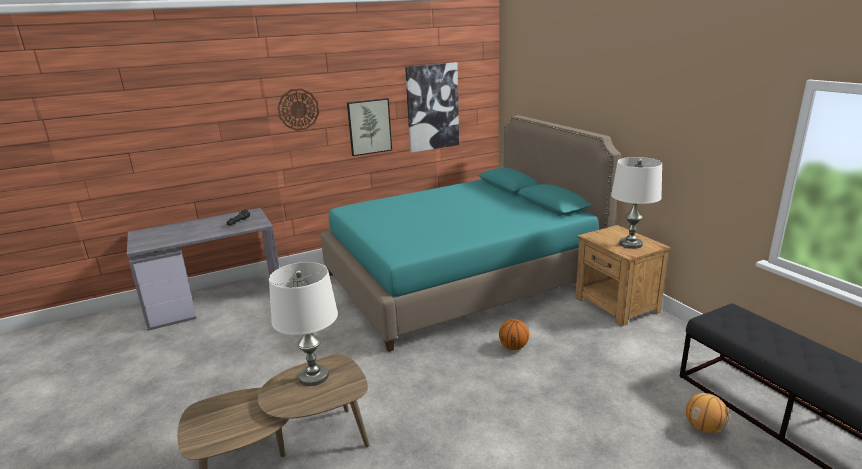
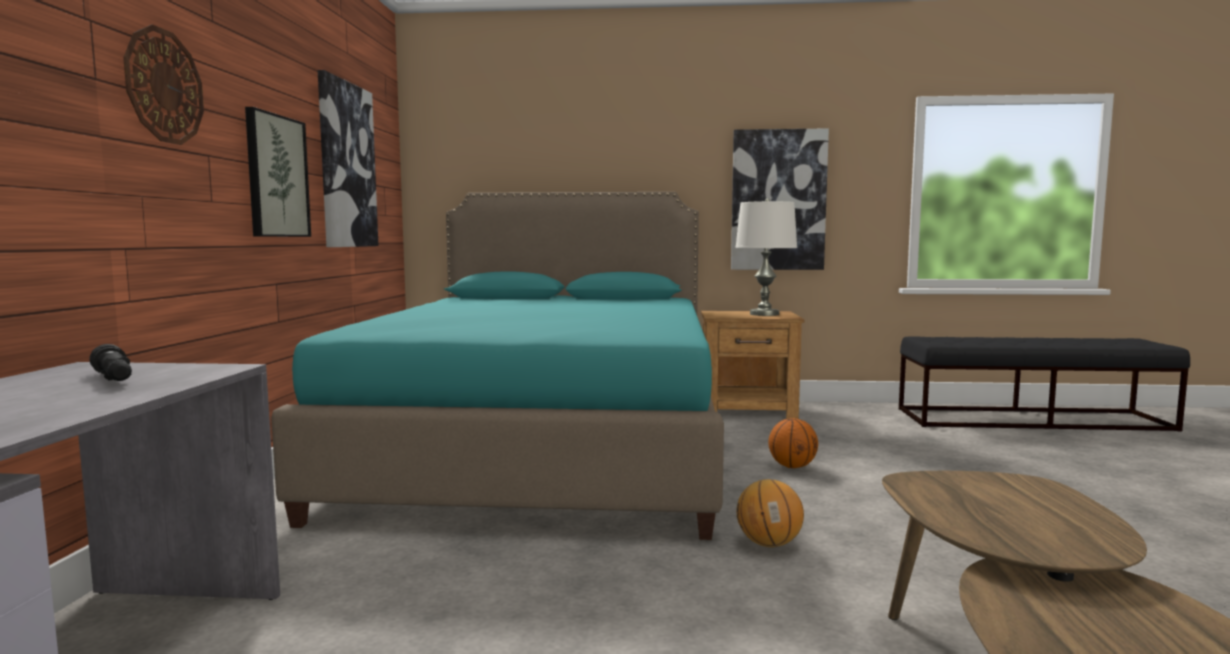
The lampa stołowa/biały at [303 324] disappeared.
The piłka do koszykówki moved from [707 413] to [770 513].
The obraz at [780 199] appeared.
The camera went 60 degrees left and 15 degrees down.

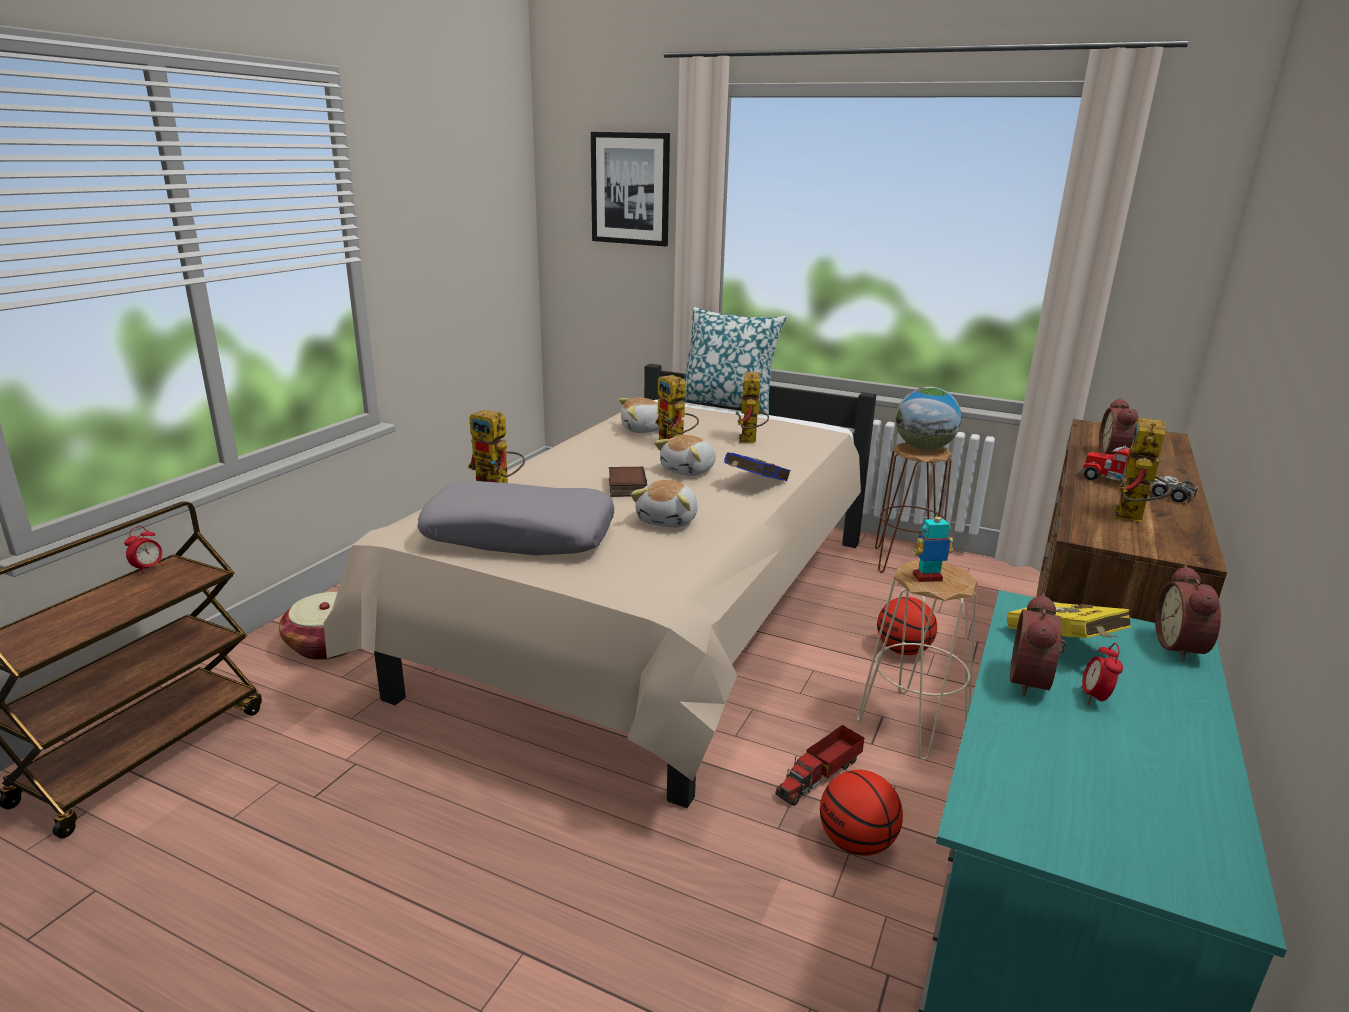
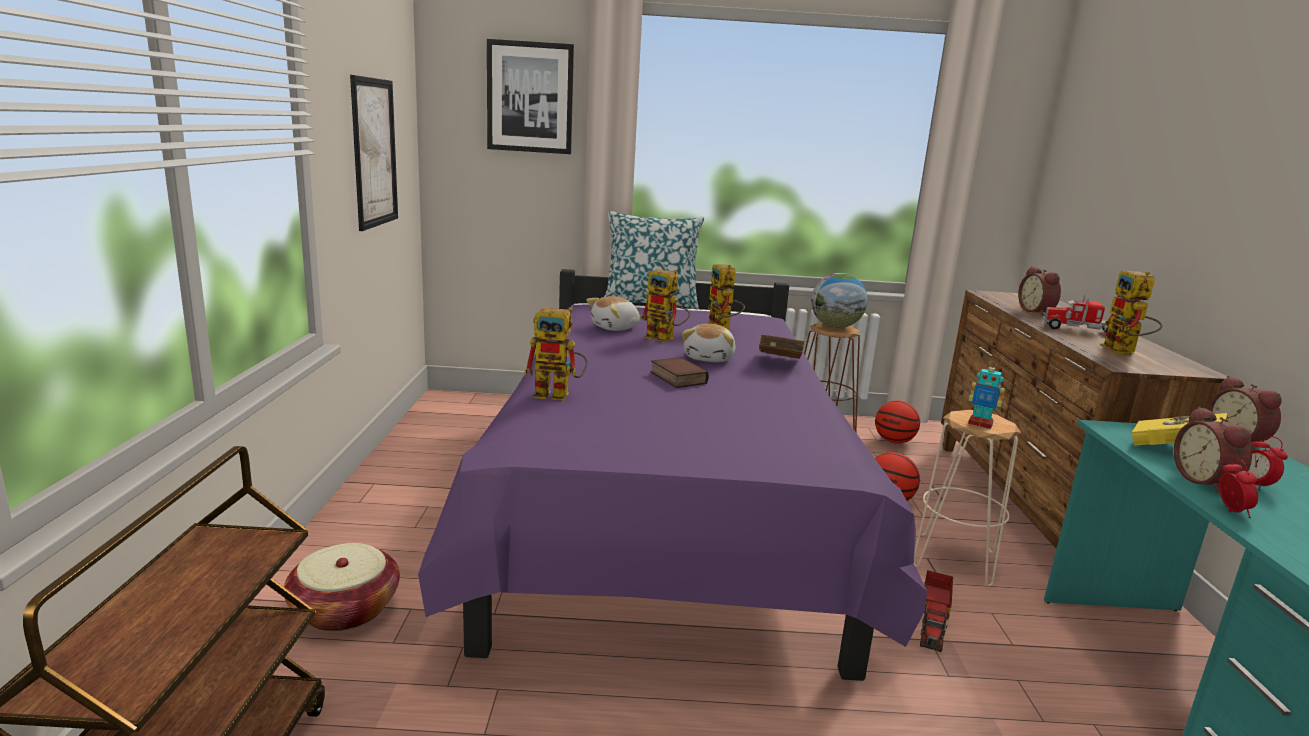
The budzik moved from [143 550] to [1238 488].
The łóżko/beżowy at [600 586] became the łóżko/fioletowy at [672 475].
The poduszka/szary at [516 517] disappeared.
The pluszak at [664 504] disappeared.
The książka/niebieski at [757 466] became the książka/brązowy at [781 347].
The piłka do koszykówki moved from [861 813] to [897 422].
The robot zabawkowy at [933 546] turned 120 degrees counterclockwise.
The obraz at [374 153] appeared.
The camera went 25 degrees left and 5 degrees down.

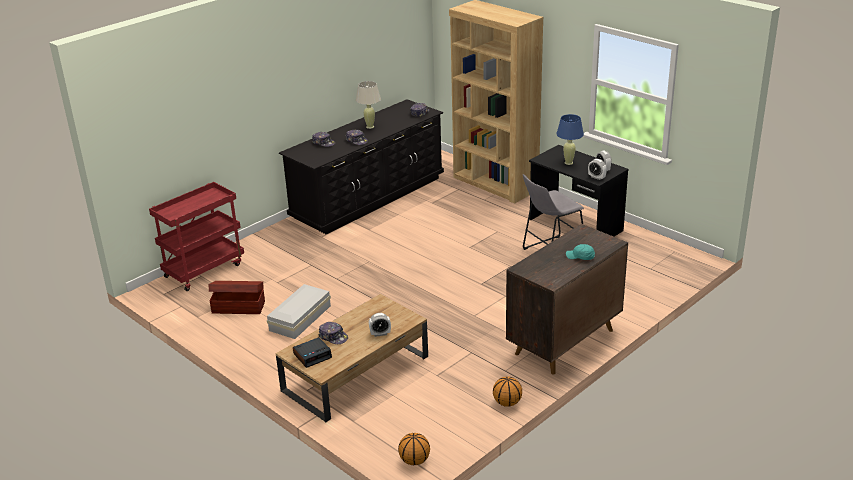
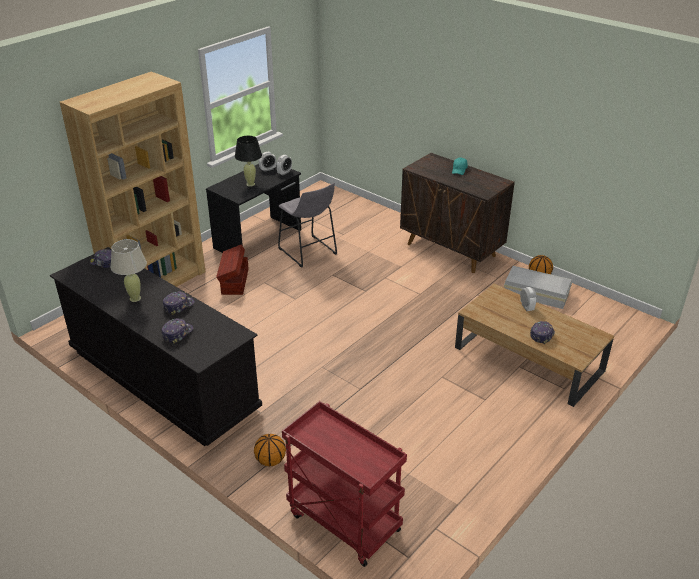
The pojemnik do przechowywania/brązowy moved from [237 297] to [232 269].
The pojemnik do przechowywania/biały moved from [299 311] to [538 287].
The budzik at [312 352] disappeared.
The piłka do koszykówki moved from [414 449] to [270 450].
The lampa stołowa/niebieski at [570 139] became the lampa stołowa/czarny at [248 161].
The camera went 95 degrees left and 5 degrees up.

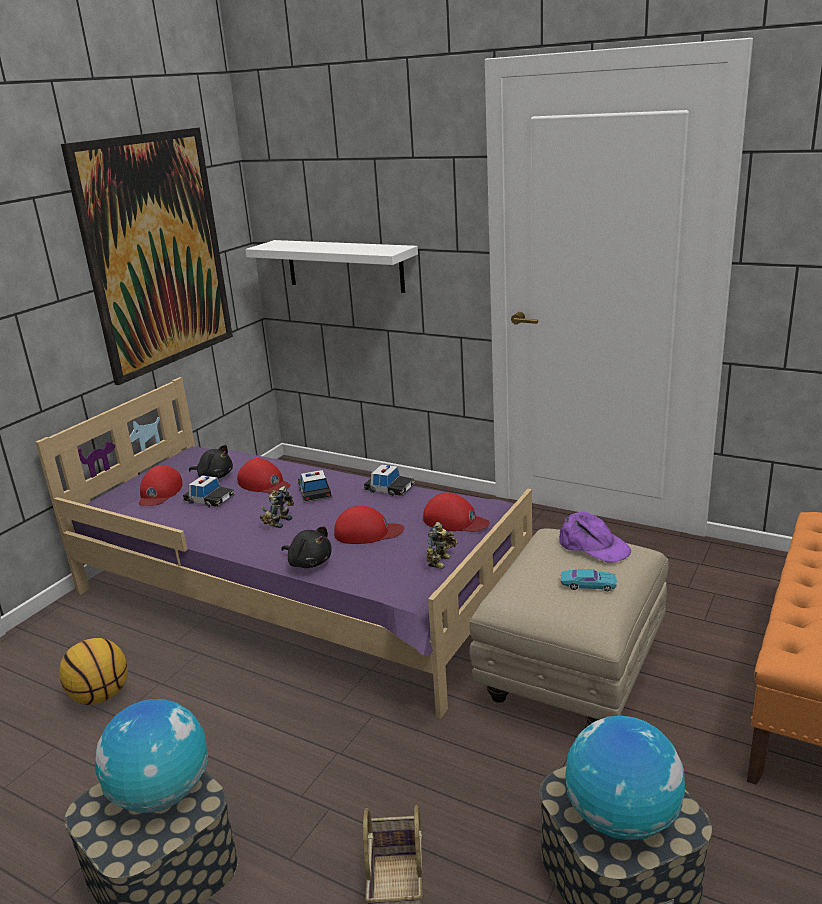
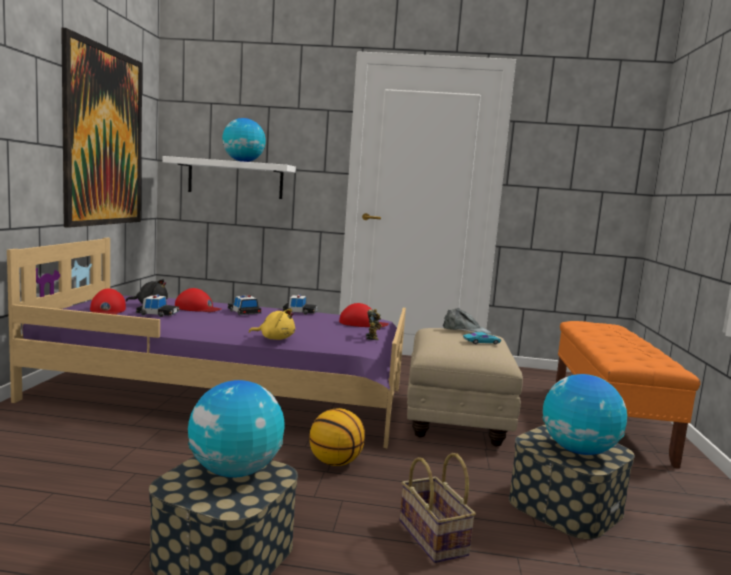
The piłka do koszykówki moved from [93 671] to [337 437].
The robot zabawkowy at [276 507] disappeared.
The pluszak/czarny at [306 547] became the pluszak/żółty at [272 324].
The czapka z daszkiem/czerwony at [369 525] disappeared.
The czapka z daszkiem/fioletowy at [595 537] became the czapka z daszkiem/szary at [467 321].
The globus at [244 140] appeared.
The camera went 25 degrees left and 15 degrees down.

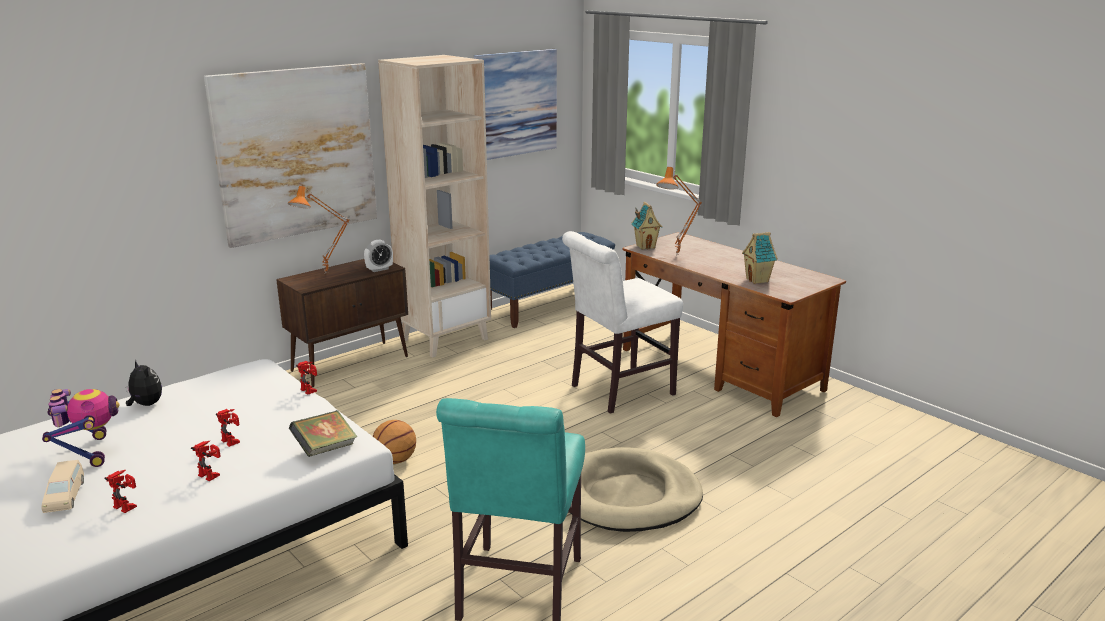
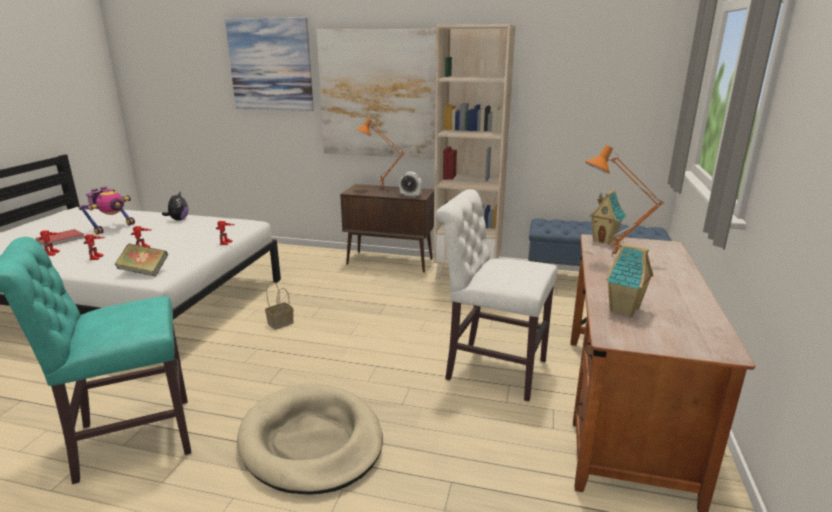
The samochodzik/beżowy at [63 486] was replaced by the książka/czerwony at [60 238].
The piłka do koszykówki at [394 442] was replaced by the koszyk at [279 305].
The obraz moved from [515 104] to [269 64].
The camera went 55 degrees right and 0 degrees up.

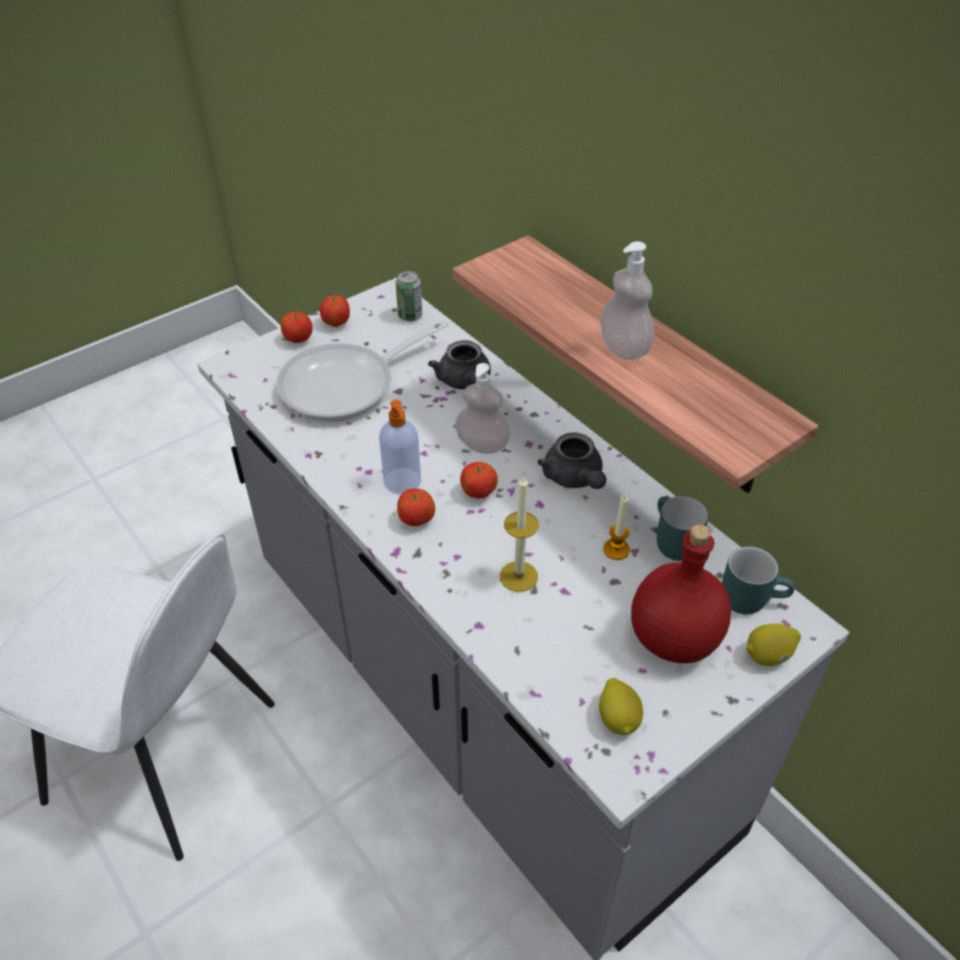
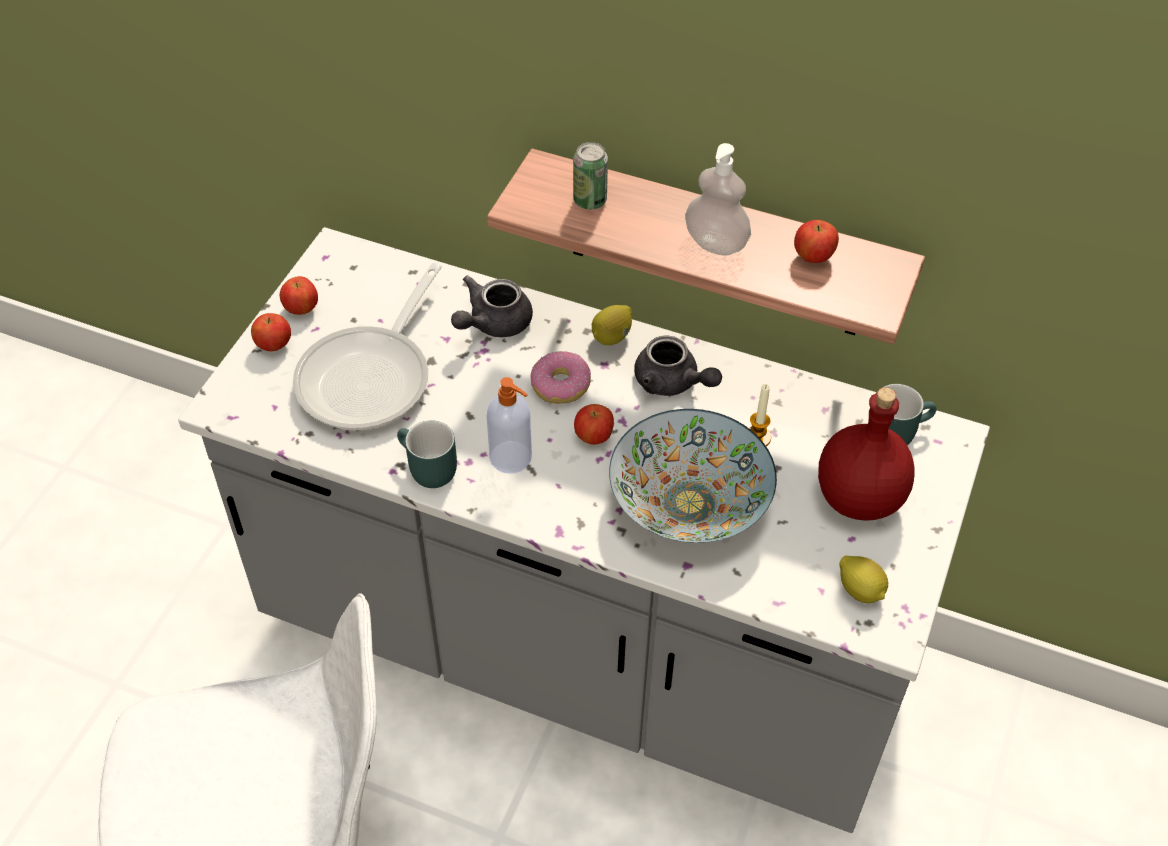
The puszka moved from [409 296] to [590 176].
The jabłko moved from [416 507] to [816 241].
The imbryk/szary at [459 364] turned 90 degrees clockwise.
The dozownik mydła at [483 408] was replaced by the donut at [560 377].
The świeca at [519 533] was replaced by the miska at [693 476].
The kubek/turkusowy moved from [683 528] to [427 454].
The cytryna moved from [773 645] to [612 325].
The camera went 30 degrees left and 5 degrees up.

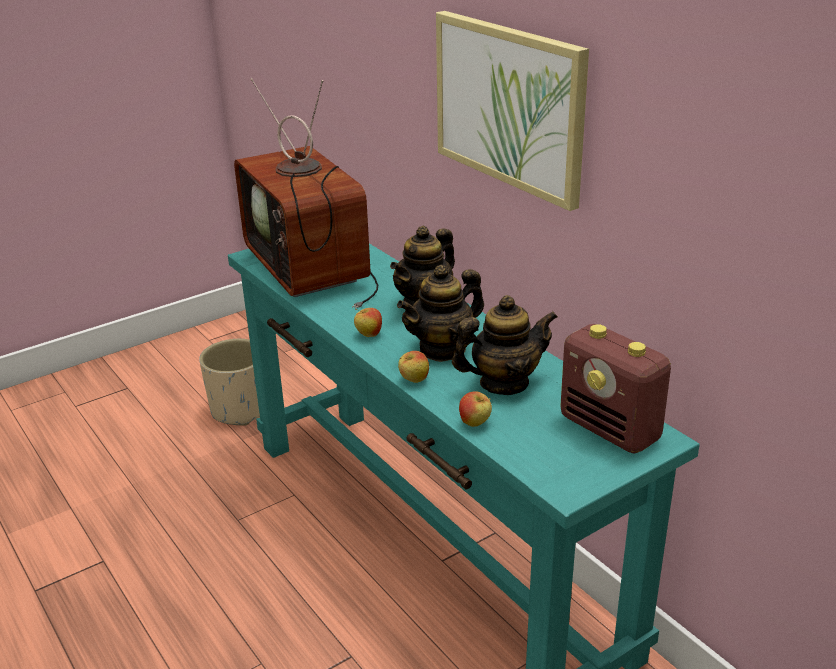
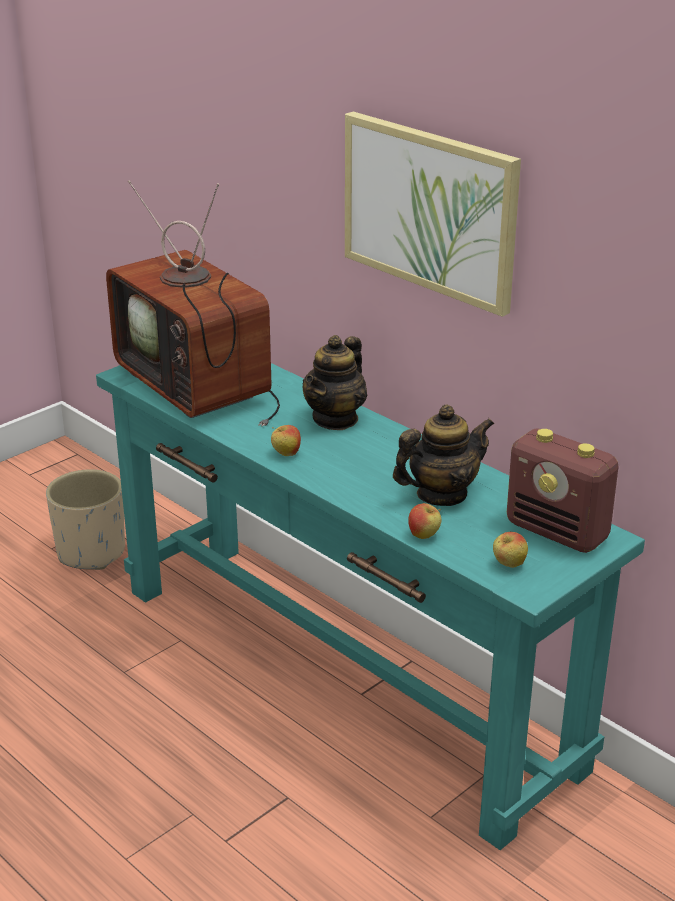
The imbryk at [440 313] disappeared.
The jabłko moved from [413 367] to [510 550].
The camera went 10 degrees left and 0 degrees up.

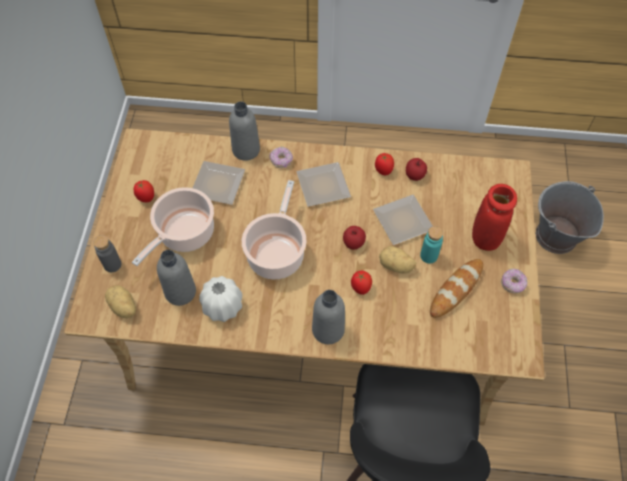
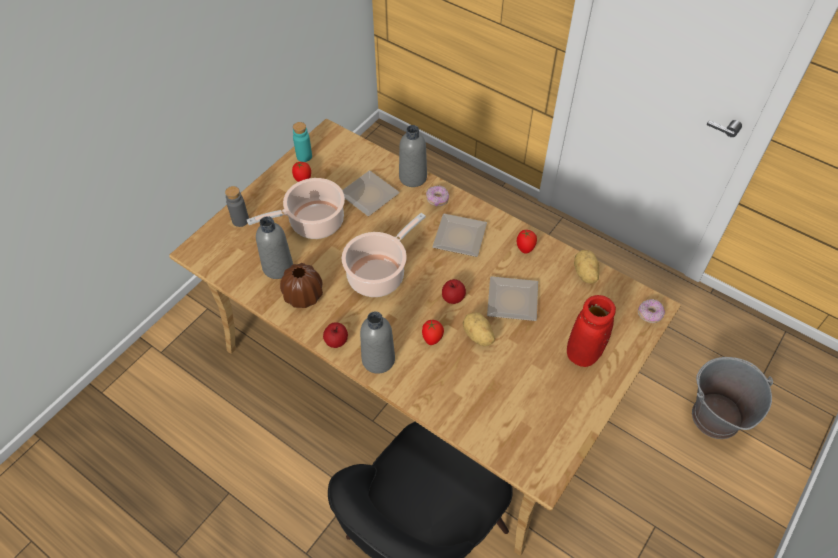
The ziemniak moved from [120 301] to [586 267].
The wazon/biały at [220 299] became the wazon/brązowy at [301 285].
The jabłko moved from [416 169] to [335 335].
The butelka/turkusowy moved from [431 245] to [302 142].
The chleb at [456 288] disappeared.
The donut moved from [514 280] to [651 311].
The camera went 30 degrees right and 5 degrees down.

